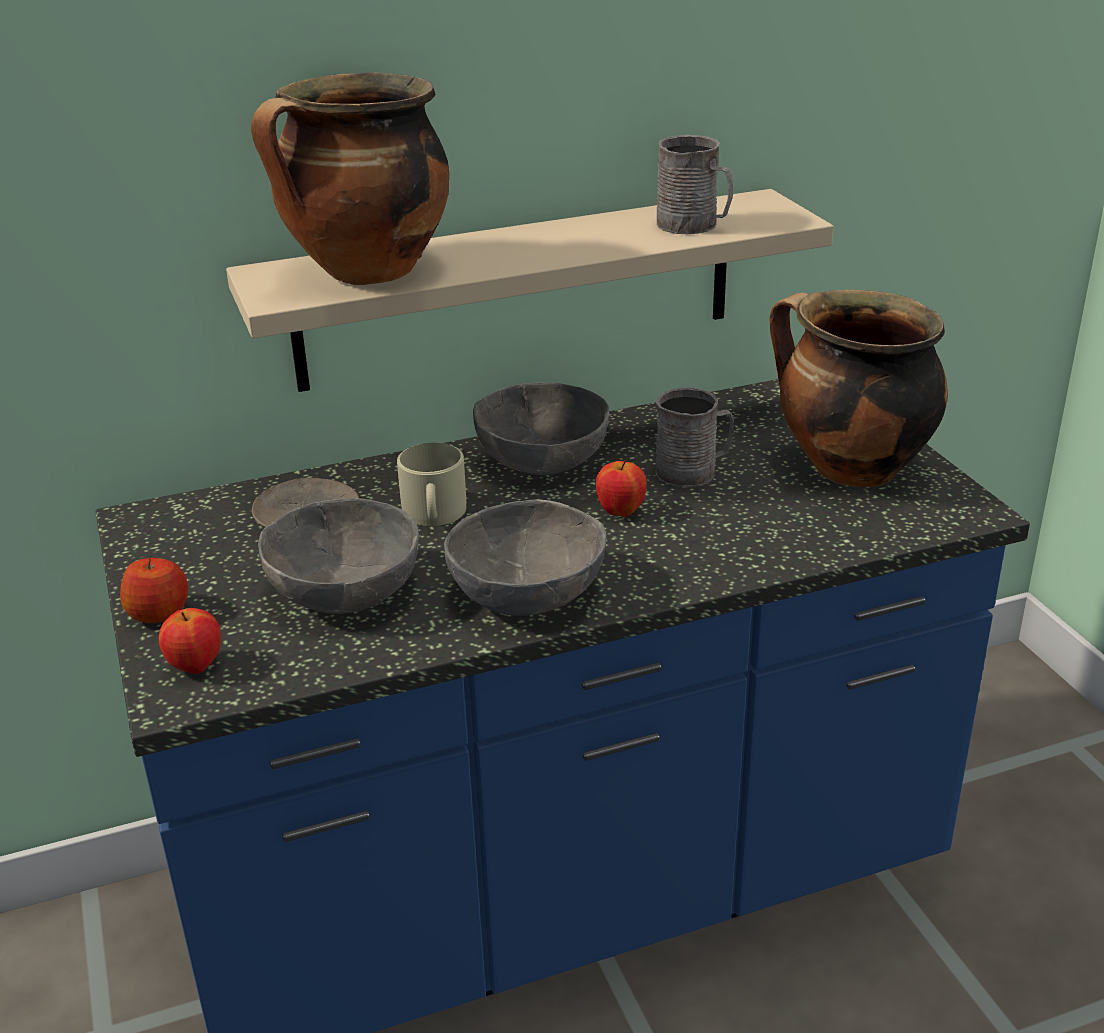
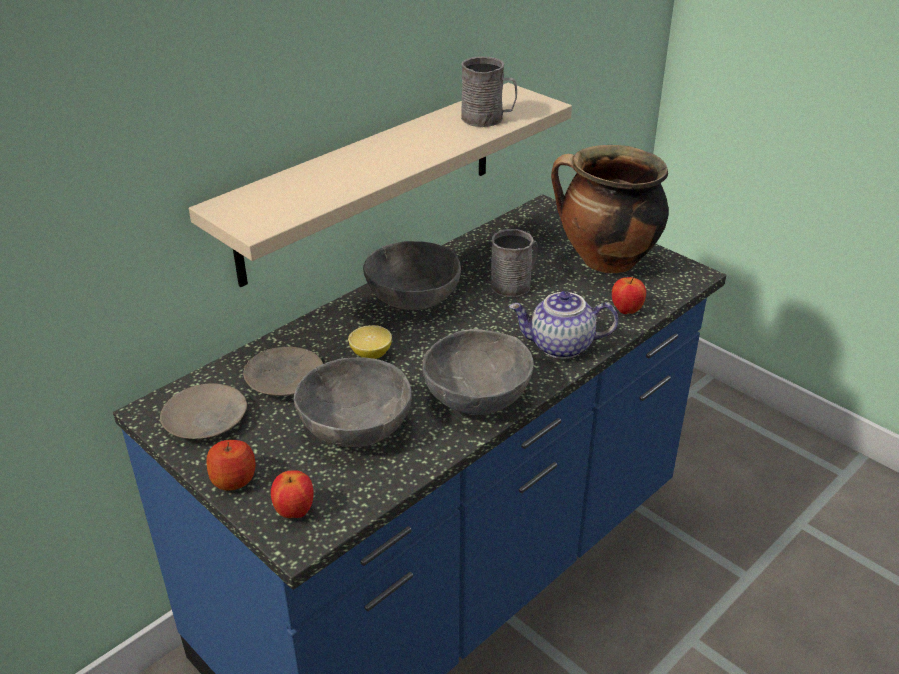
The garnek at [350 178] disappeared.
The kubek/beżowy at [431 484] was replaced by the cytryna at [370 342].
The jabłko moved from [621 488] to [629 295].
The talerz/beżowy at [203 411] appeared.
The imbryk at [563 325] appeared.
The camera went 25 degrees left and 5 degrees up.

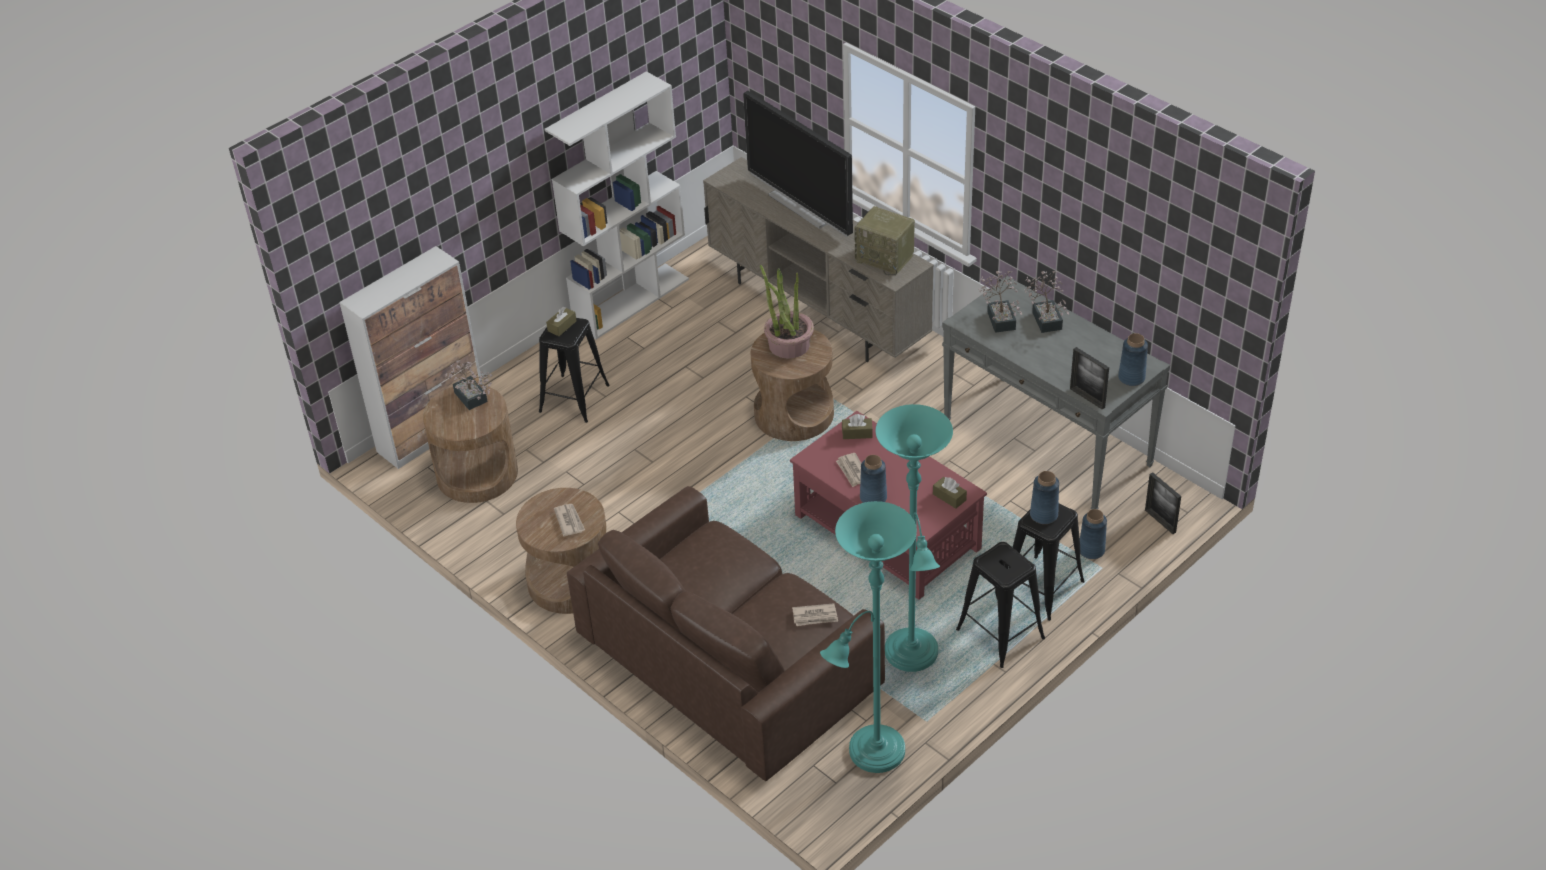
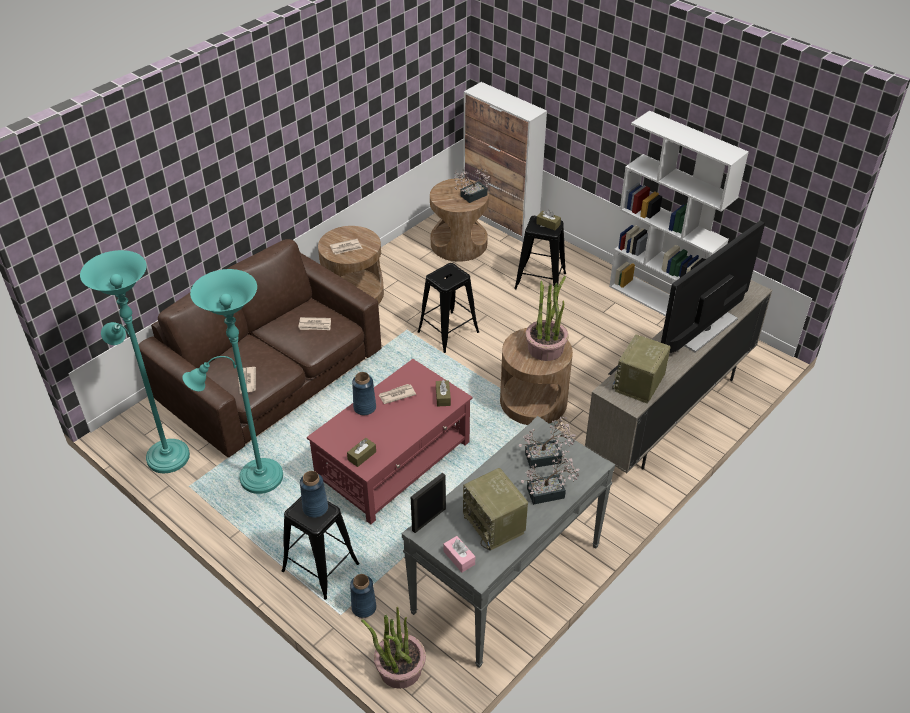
The stołek/czarny moved from [1000 605] to [448 308].
The wazon/niebieski at [1133 359] was replaced by the pudełko chusteczek/różowy at [459 554].
The ramka na zdjęcie at [1163 503] was replaced by the roślina doniczkowa at [393 648].
The gazeta at [314 323] appeared.
The radio at [495 509] appeared.
The camera went 85 degrees right and 0 degrees up.

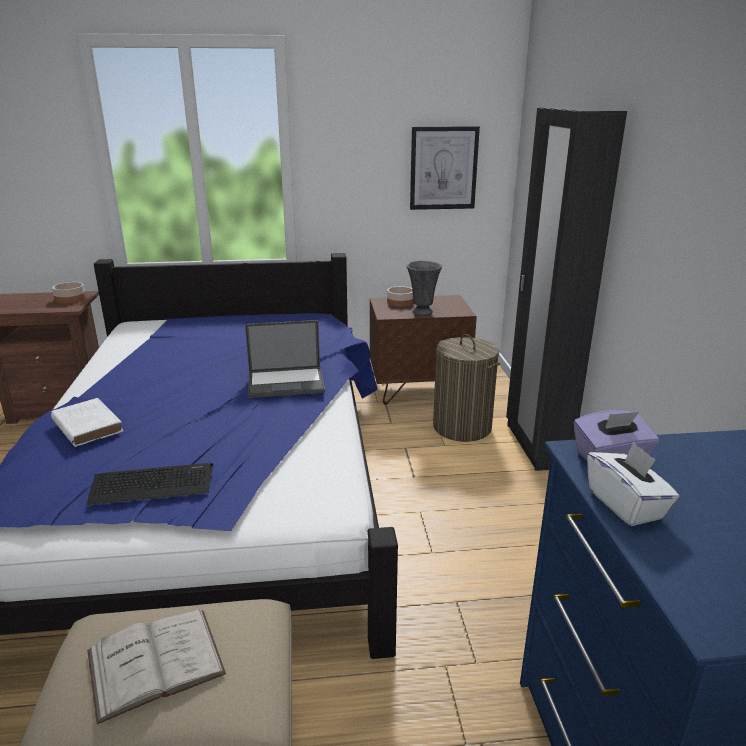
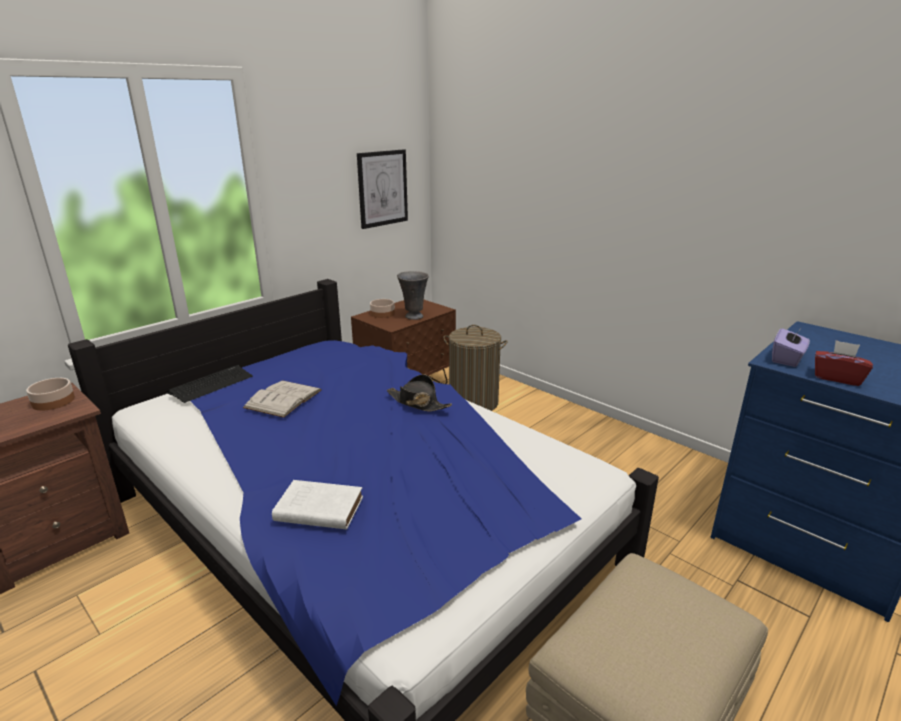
The klawiatura moved from [150 484] to [209 384].
The książka/biały moved from [156 666] to [282 399].
The laptop at [285 359] was replaced by the kapelusz/czarny at [419 393].
The szafa/czarny at [566 289] disappeared.
The pudełko chusteczek/biały at [633 484] became the pudełko chusteczek/czerwony at [844 363].
The camera went 40 degrees left and 0 degrees up.

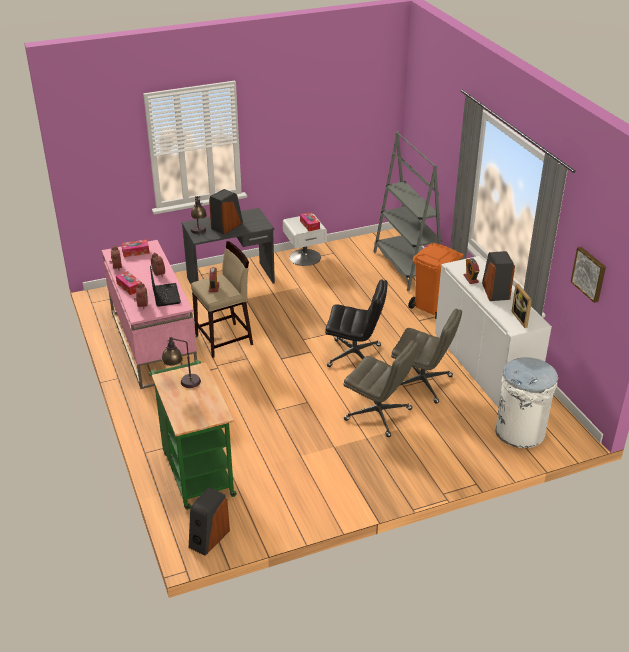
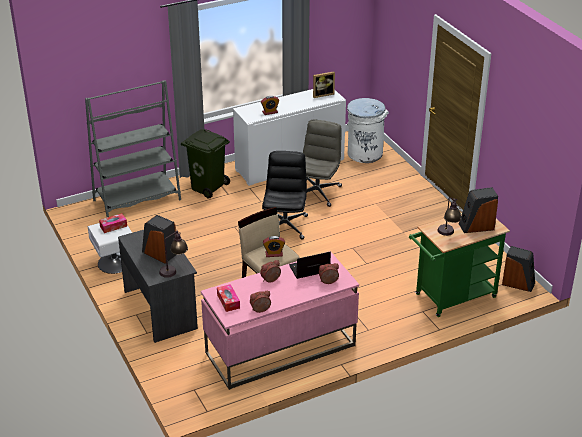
The pudełko chusteczek at [129 283] disappeared.
The krzesło biurowe/szary at [381 388] disappeared.
The kosz na śmieci/pomarańczowy at [436 281] became the kosz na śmieci/zielony at [205 164].
The głośnik moved from [498 276] to [478 210].
The obraz at [588 275] disappeared.
The camera went 95 degrees left and 0 degrees up.

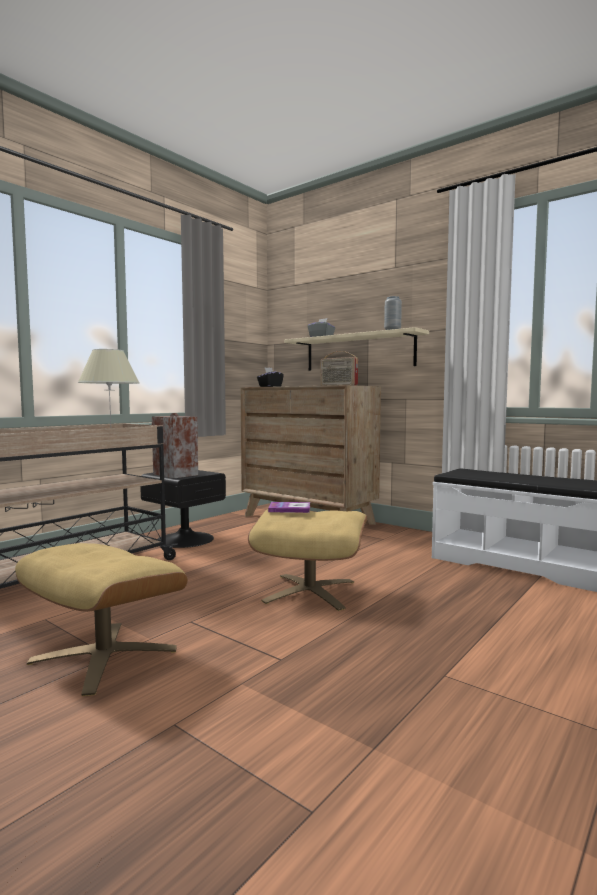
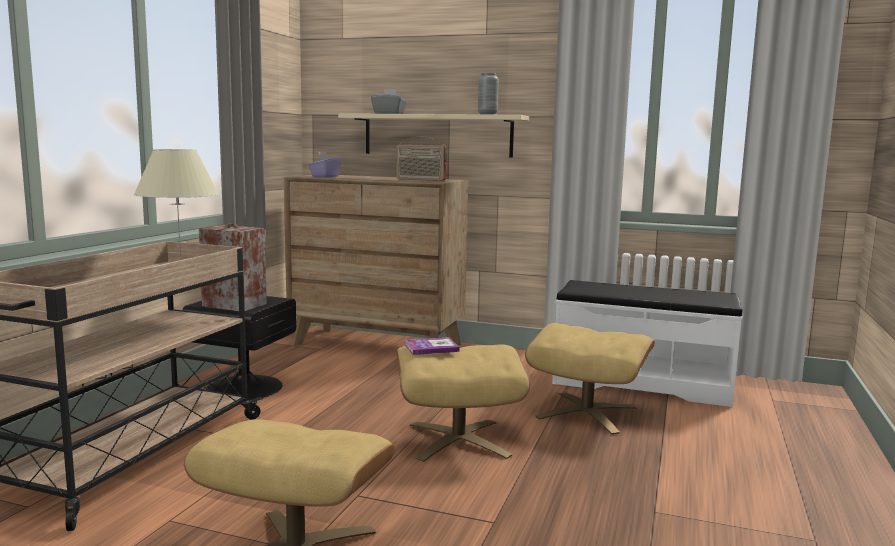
The pudełko chusteczek/czarny at [270 377] became the pudełko chusteczek/fioletowy at [325 165].
The pufa/beżowy at [590 379] appeared.
The camera went 20 degrees left and 5 degrees up.

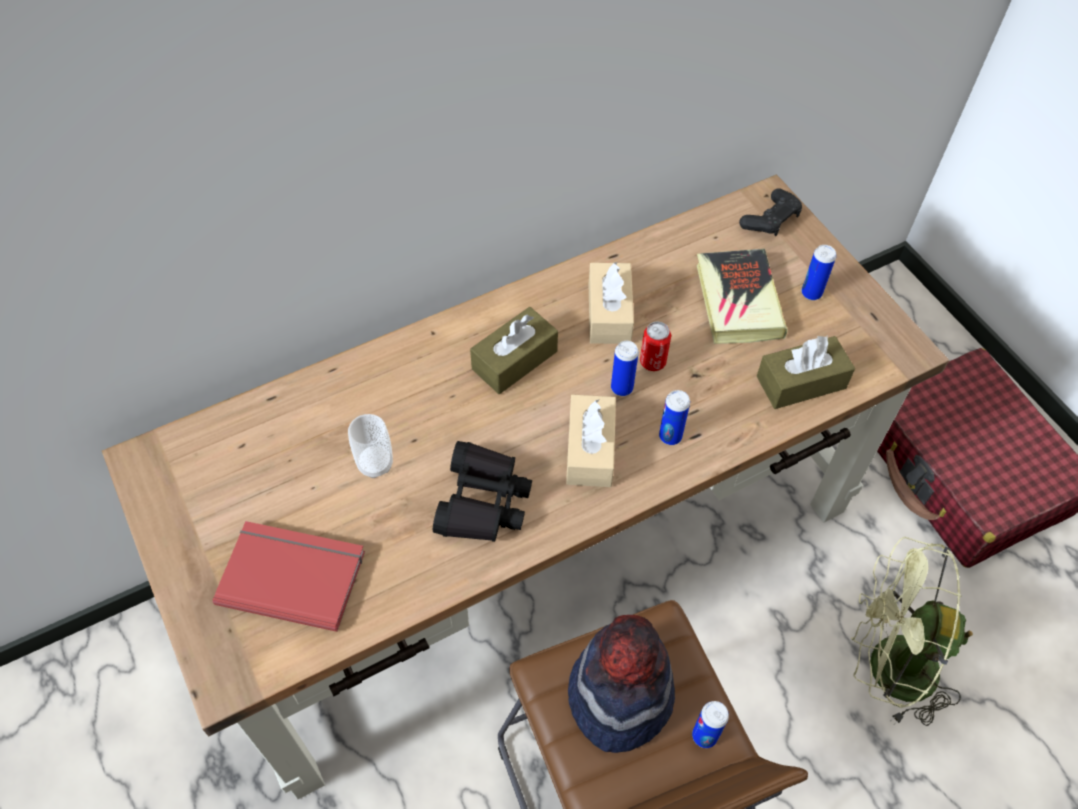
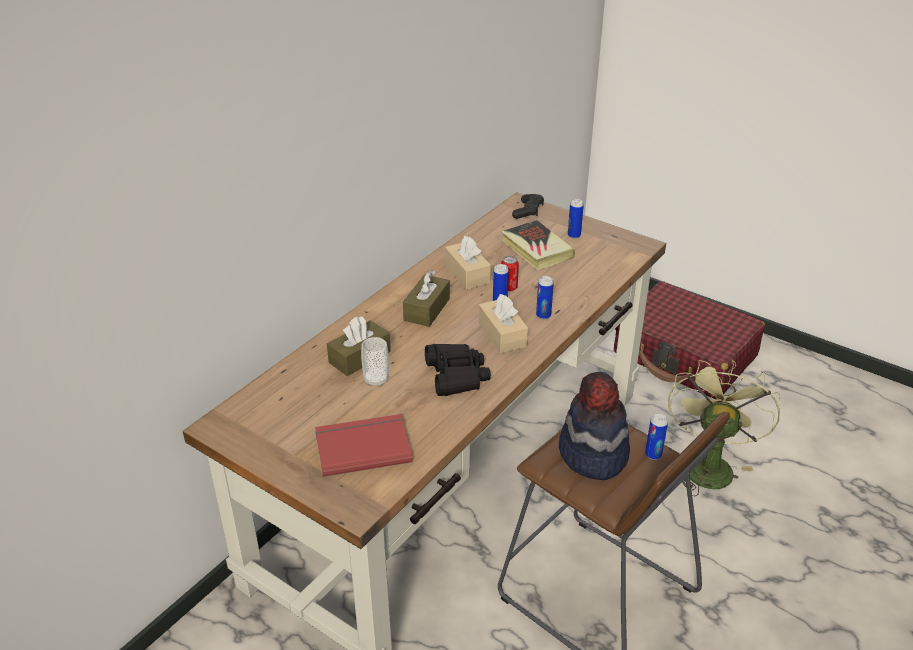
The pudełko chusteczek/brązowy moved from [806 372] to [359 346].
The wentylator/zielony at [912 631] turned 120 degrees clockwise.
The camera went 25 degrees left and 20 degrees down.

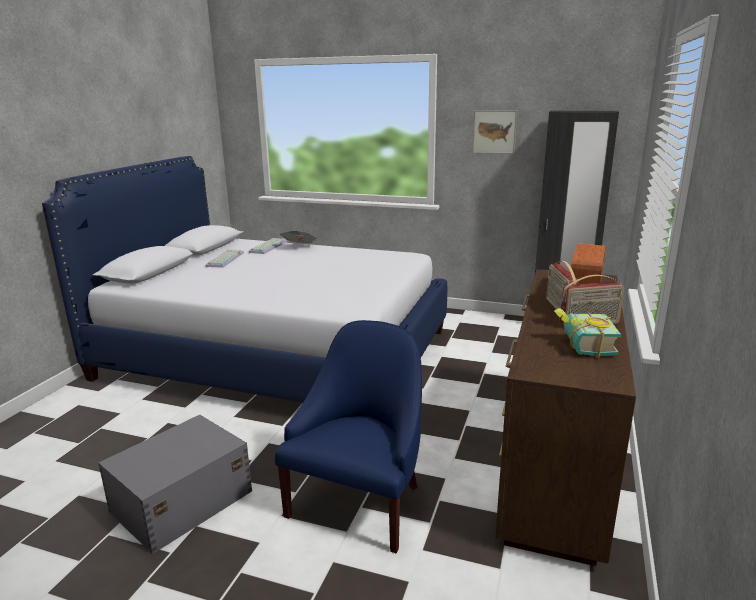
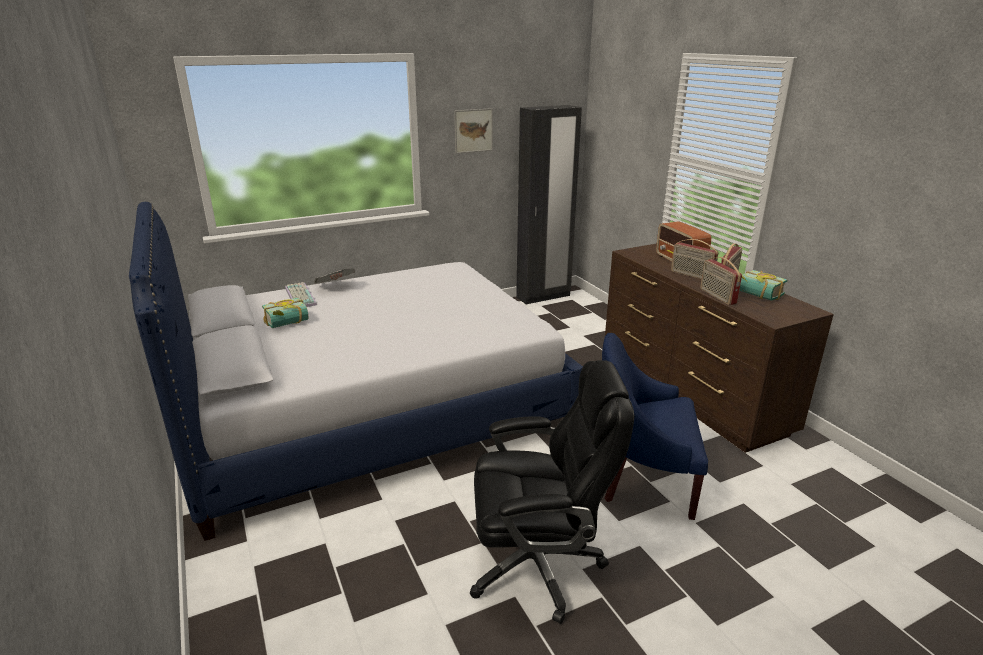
The pojemnik do przechowywania/szary at [175 484] was replaced by the krzesło biurowe/czarny at [552 492].
The klawiatura at [224 258] was replaced by the książka at [285 313].
The fotel/niebieski at [348 436] turned 60 degrees counterclockwise.
The radio at [721 281] appeared.
The camera went 45 degrees left and 5 degrees up.

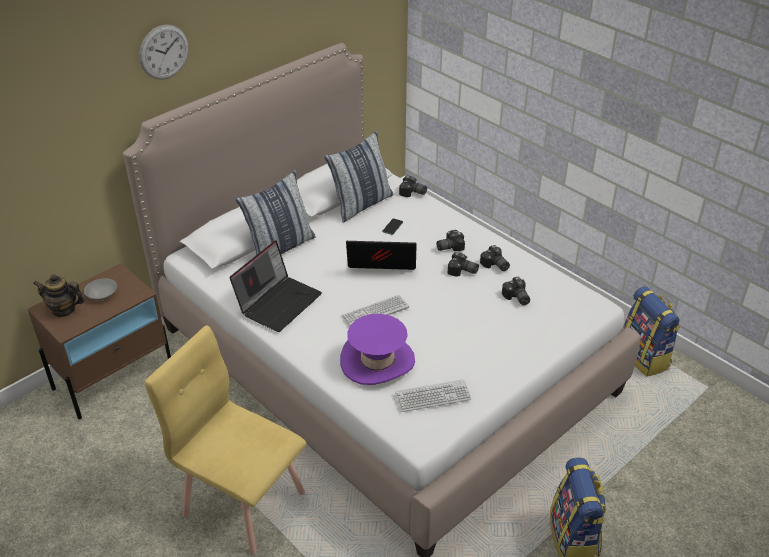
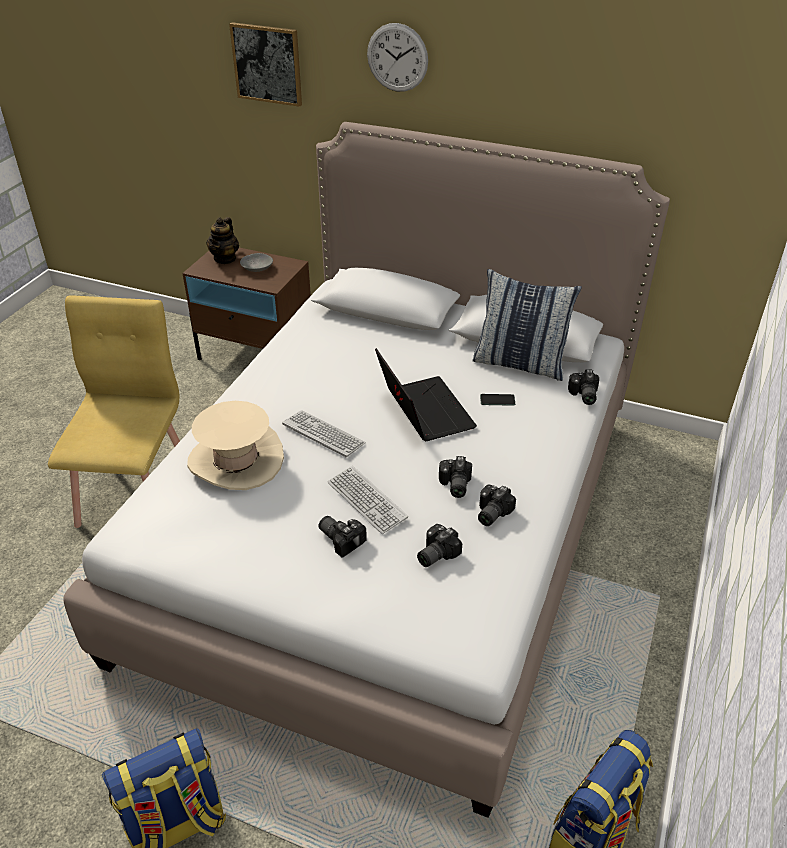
The imbryk at [59 296] turned 150 degrees counterclockwise.
The laptop at [275 286] disappeared.
The poduszka at [276 212] disappeared.
The kapelusz/fioletowy at [377 349] became the kapelusz/beżowy at [235 445].
The klawiatura moved from [433 395] to [368 500].
The aparat fotograficzny moved from [451 240] to [342 537].
The obraz at [265 64] appeared.
The camera went 65 degrees right and 0 degrees up.

